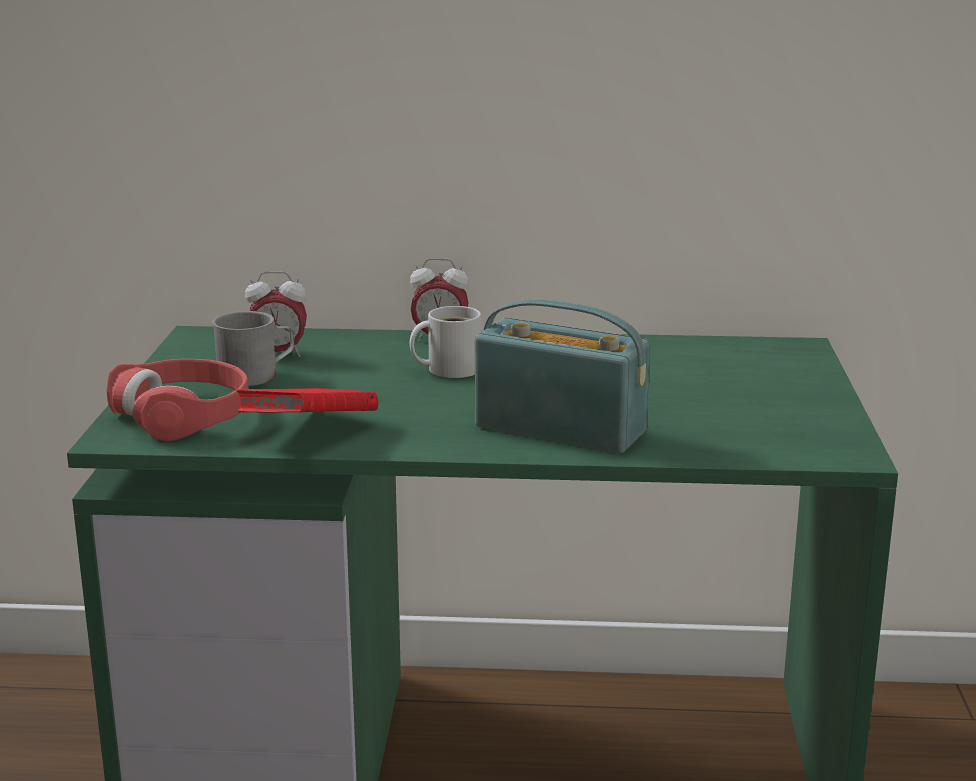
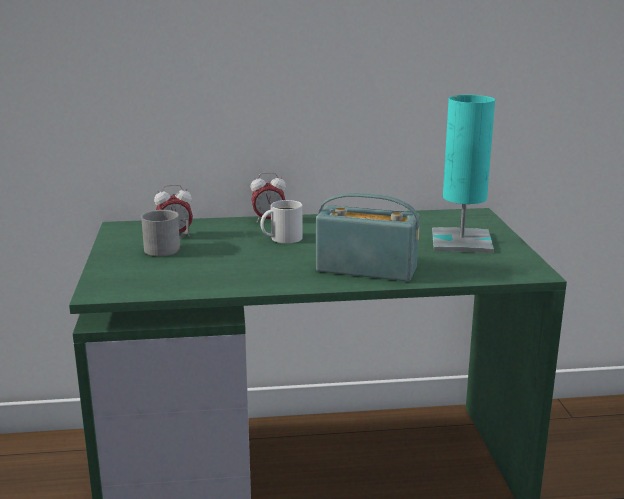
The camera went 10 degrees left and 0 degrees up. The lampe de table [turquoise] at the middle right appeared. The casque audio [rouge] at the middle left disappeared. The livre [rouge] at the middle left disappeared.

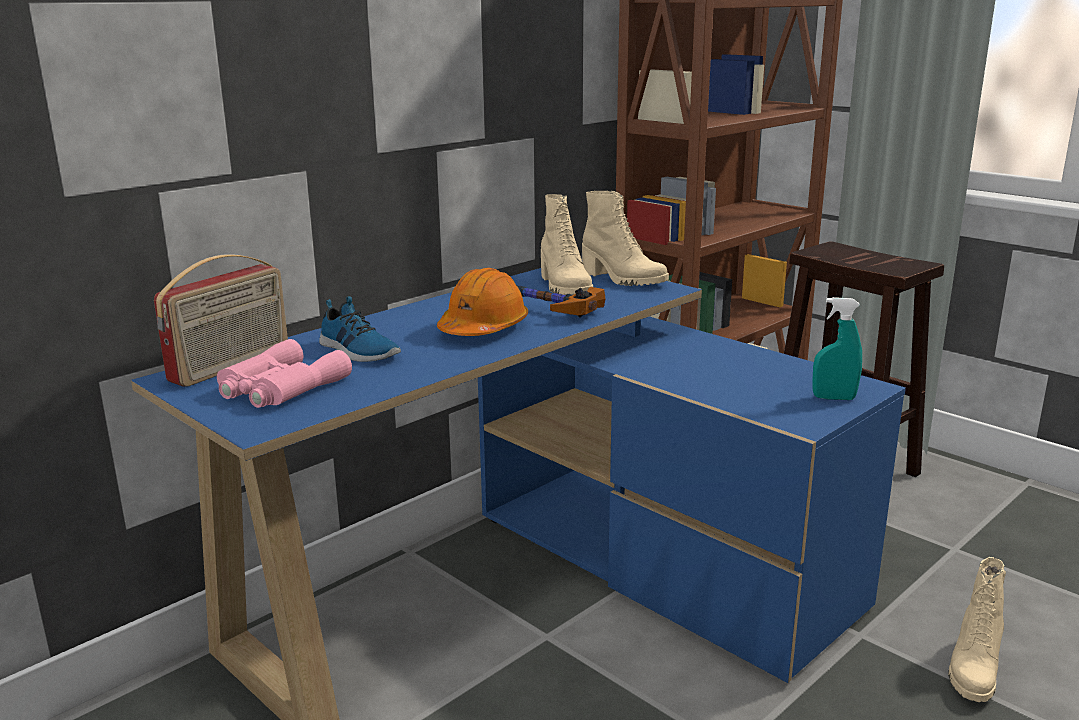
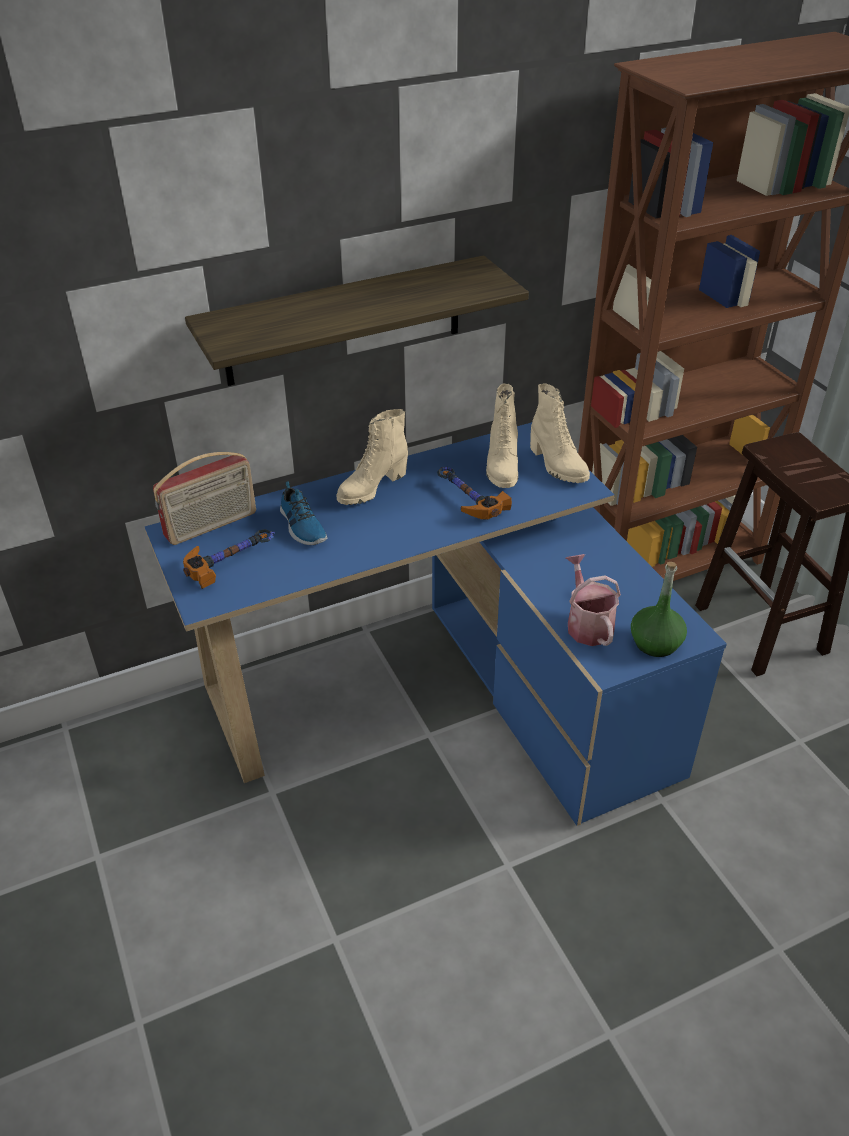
The camera went 20 degrees right and 20 degrees up. The jumelles [rose] at the middle left was replaced by the marteau (1st from left) at the middle left. The étagère at the top centre appeared. The botte [beige] (3rd from left in the first image) moved from the bottom right to the centre. The arrosoir at the middle right appeared. The vaporisateur [turquoise] at the middle right was replaced by the bouteille [vert] at the middle right. The casque de chantier [orange] at the centre disappeared.

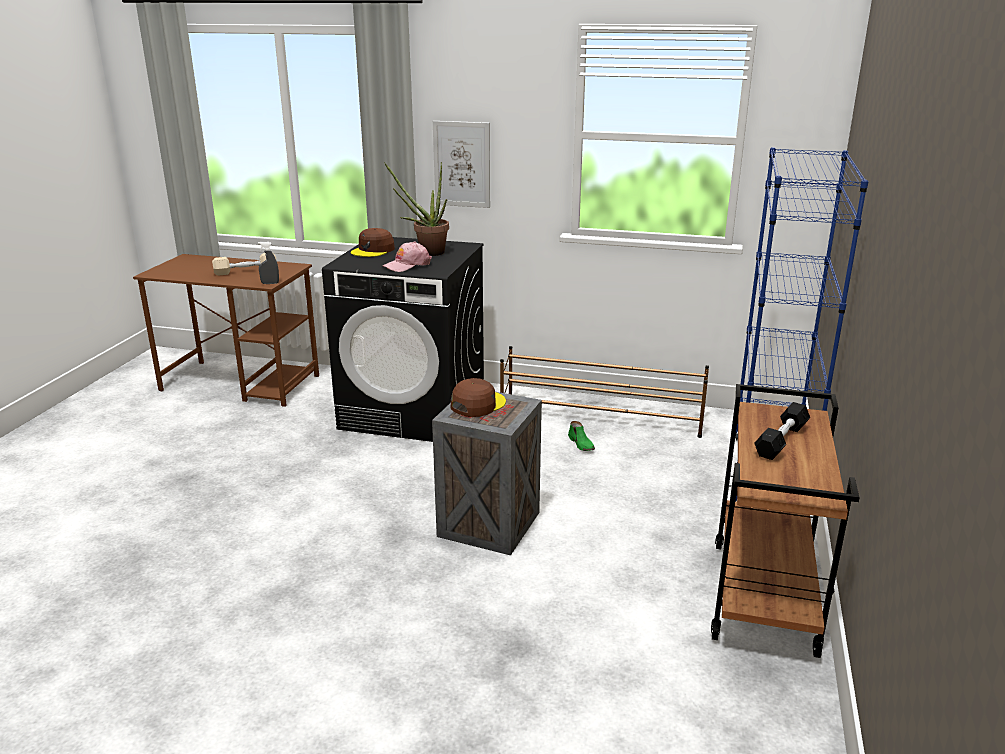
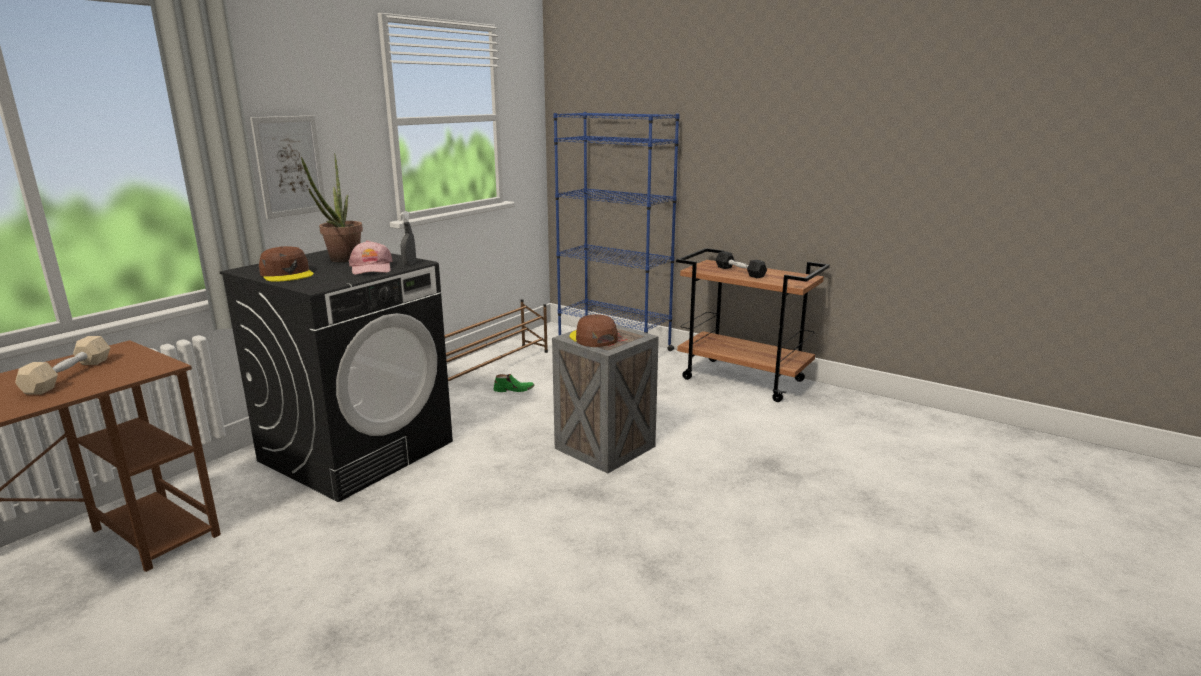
The camera went 70 degrees left and 5 degrees down. The vaporisateur [gris] moved from the middle left to the centre.

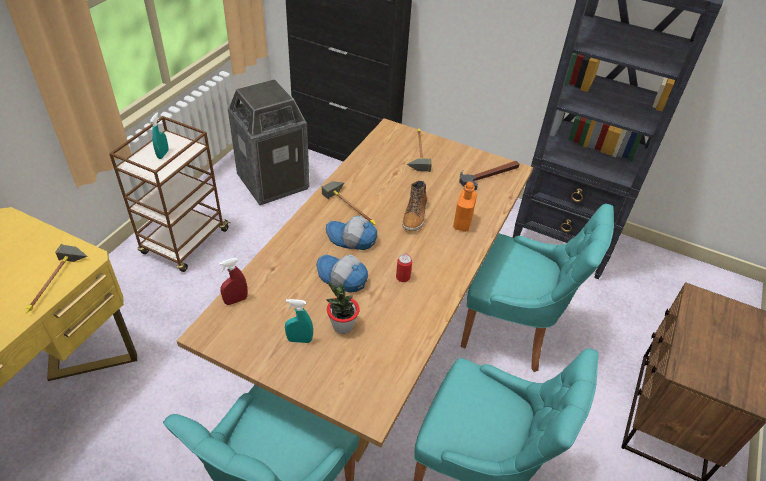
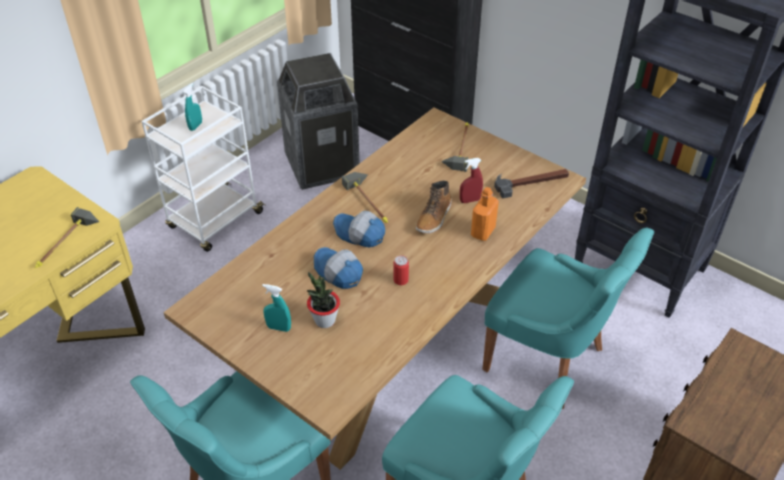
The camera went 15 degrees right and 0 degrees up. The chariot [marron] at the middle left became the chariot [blanc] at the middle left. The vaporisateur [rouge] moved from the middle left to the centre.

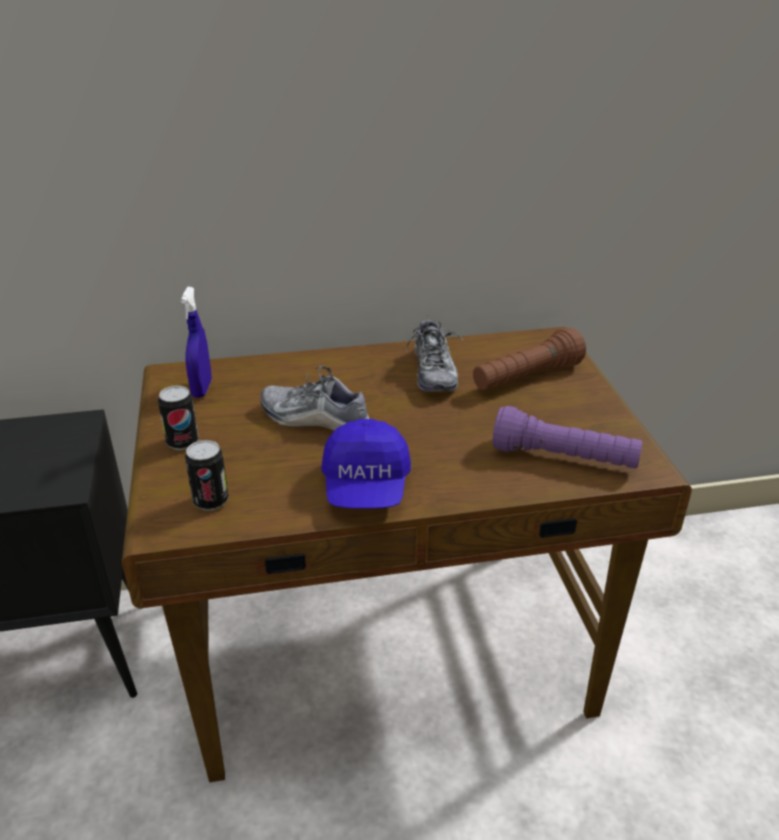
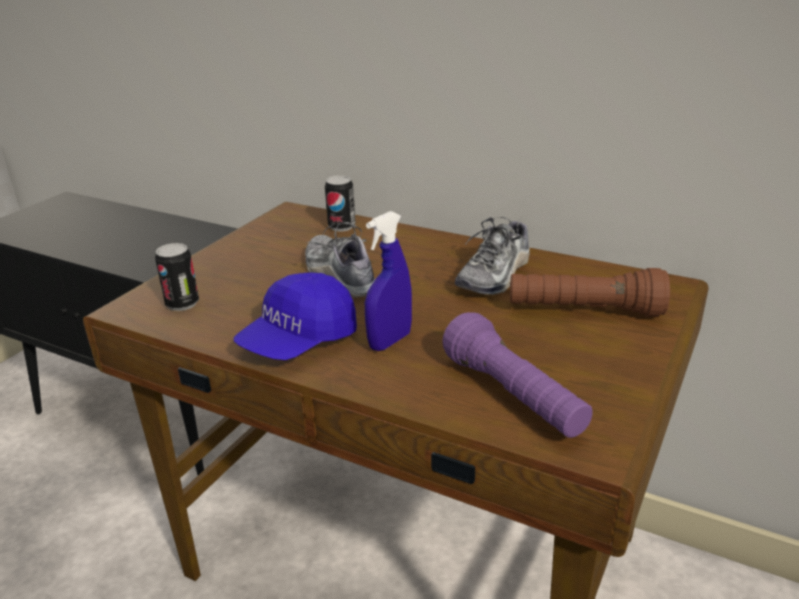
The camera went 40 degrees right and 5 degrees down. The boîte métallique (1st from left in the first image) moved from the middle left to the centre. The vaporisateur [bleu] moved from the middle left to the centre.

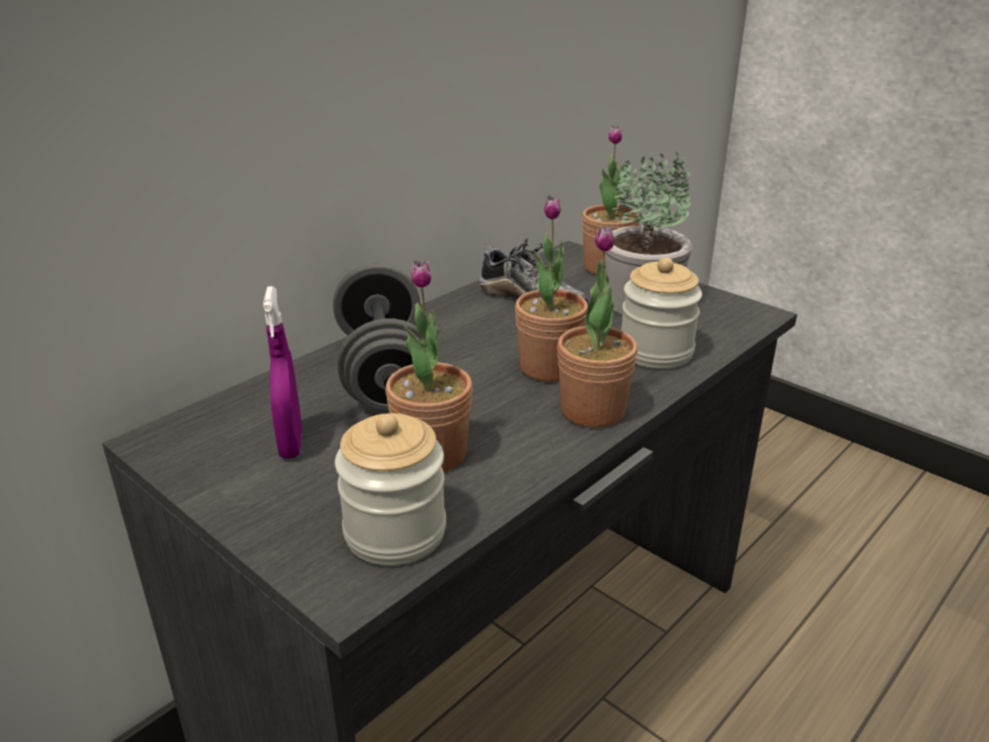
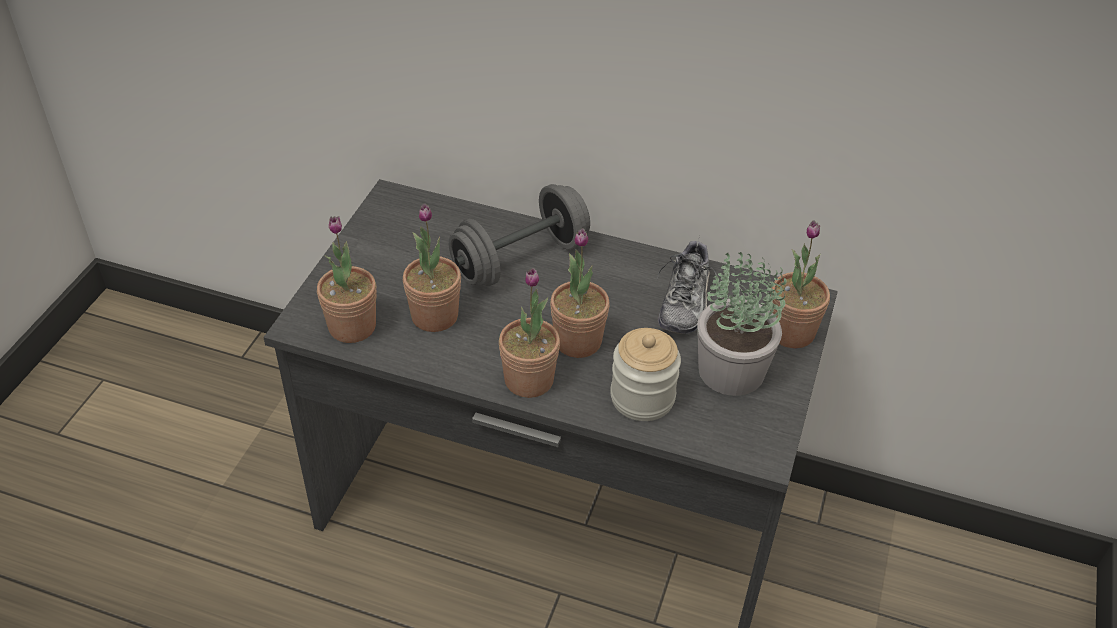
The camera went 65 degrees right and 15 degrees up. The bocal (1st from left) at the centre was replaced by the plante en pot (1st from left) at the middle left. The vaporisateur [violet] at the middle left disappeared.

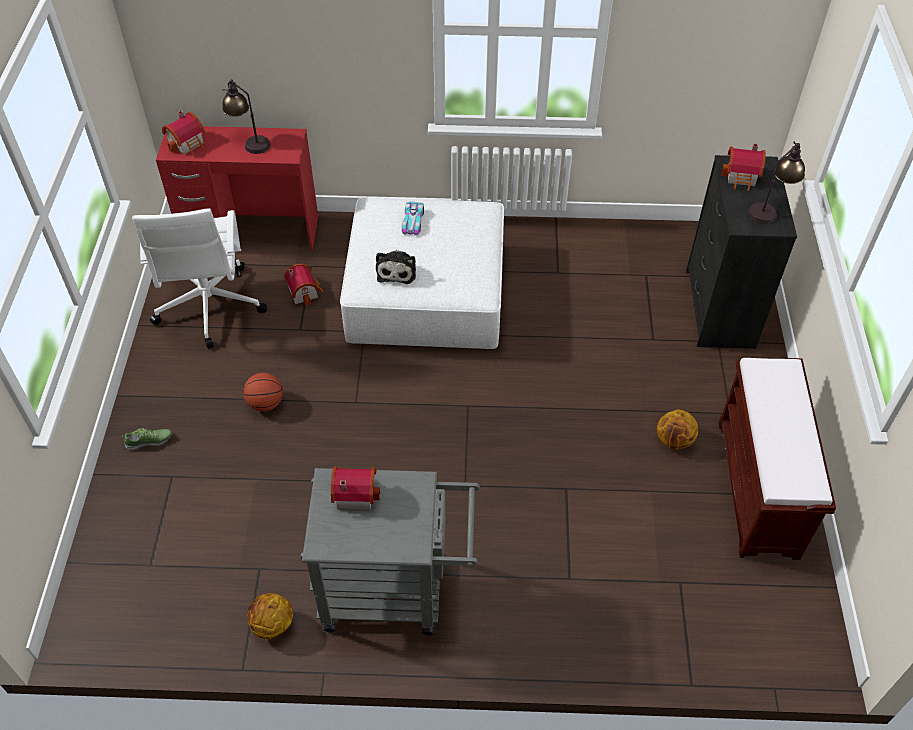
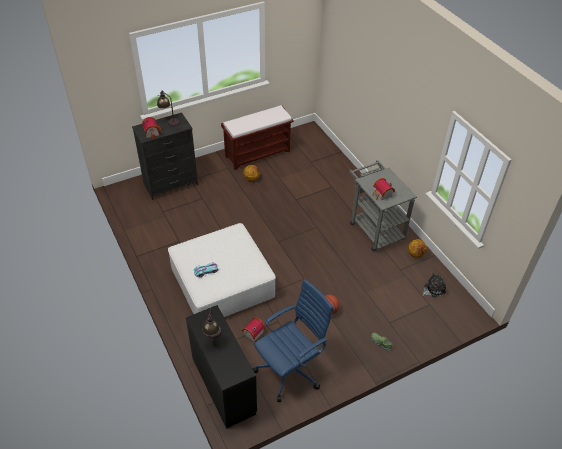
The camera went 120 degrees left and 5 degrees down. The bureau [rouge] at the top left became the bureau [noir] at the bottom centre. The chaise de bureau [blanc] at the middle left became the chaise de bureau [bleu] at the bottom centre. The peluche moved from the centre to the middle right. The maison miniature (1st from left) at the top left disappeared.

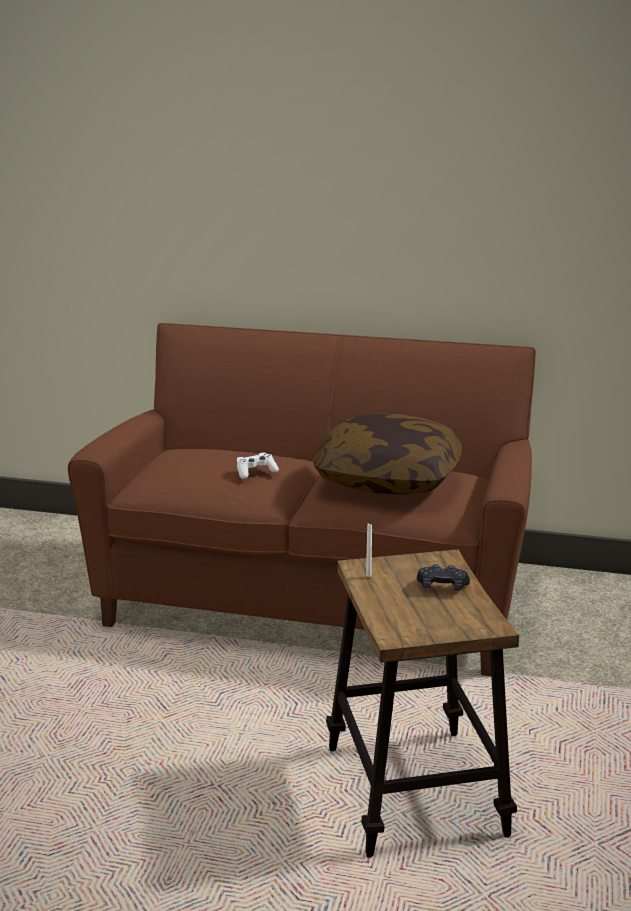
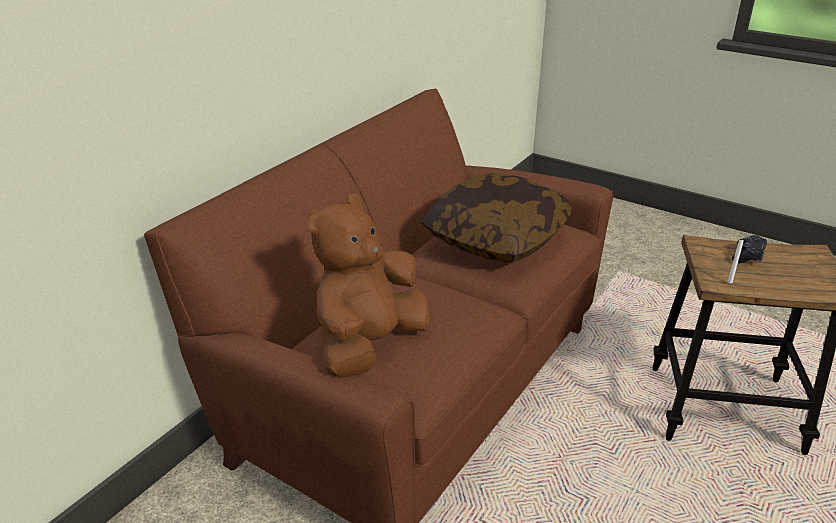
The camera went 70 degrees left and 10 degrees up. The peluche [marron] at the centre appeared. The manette [blanc] at the centre disappeared.

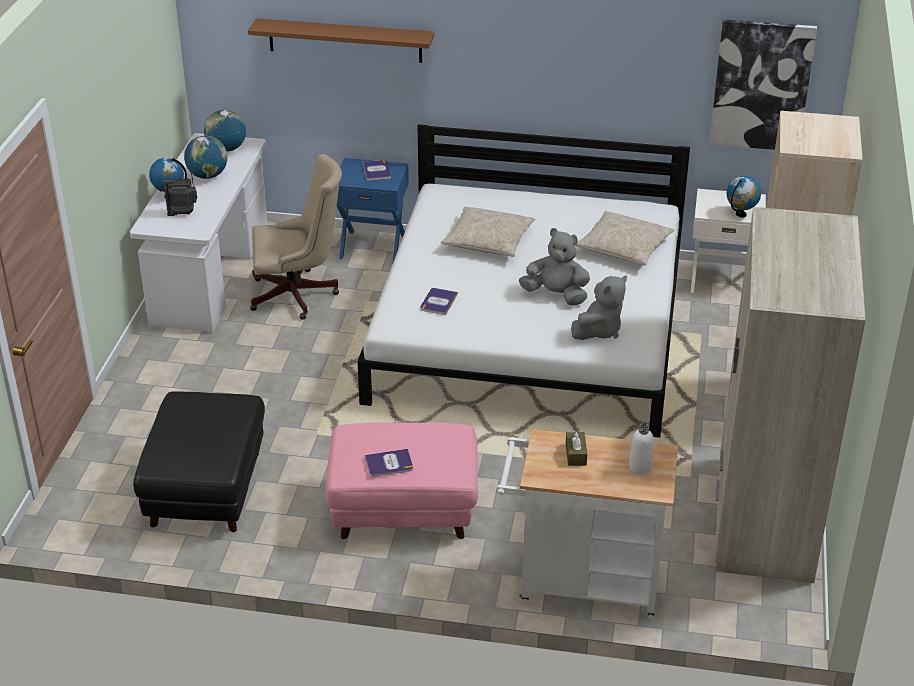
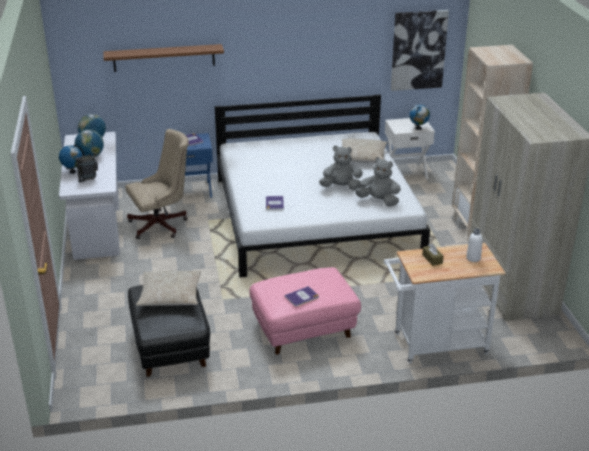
The camera went 20 degrees left and 5 degrees down. The coussin [beige] (1st from left) moved from the centre to the middle left. The peluche [gris] (2nd from left) at the centre turned 90 degrees counterclockwise.

